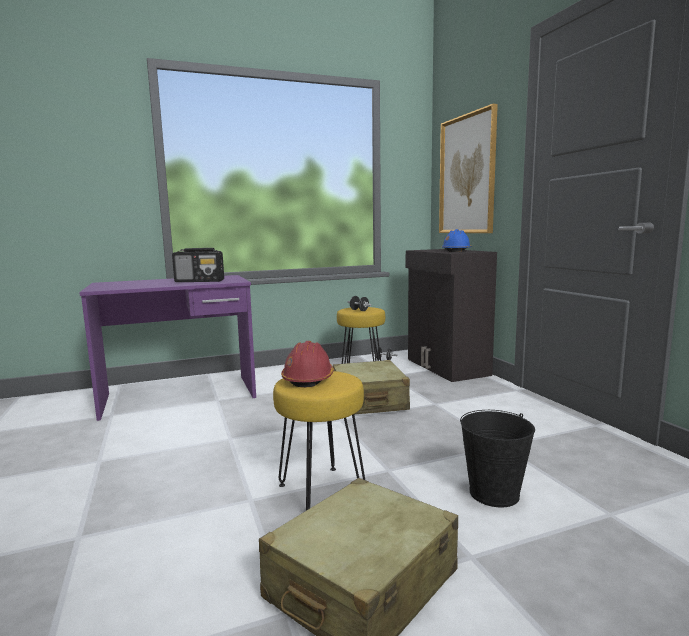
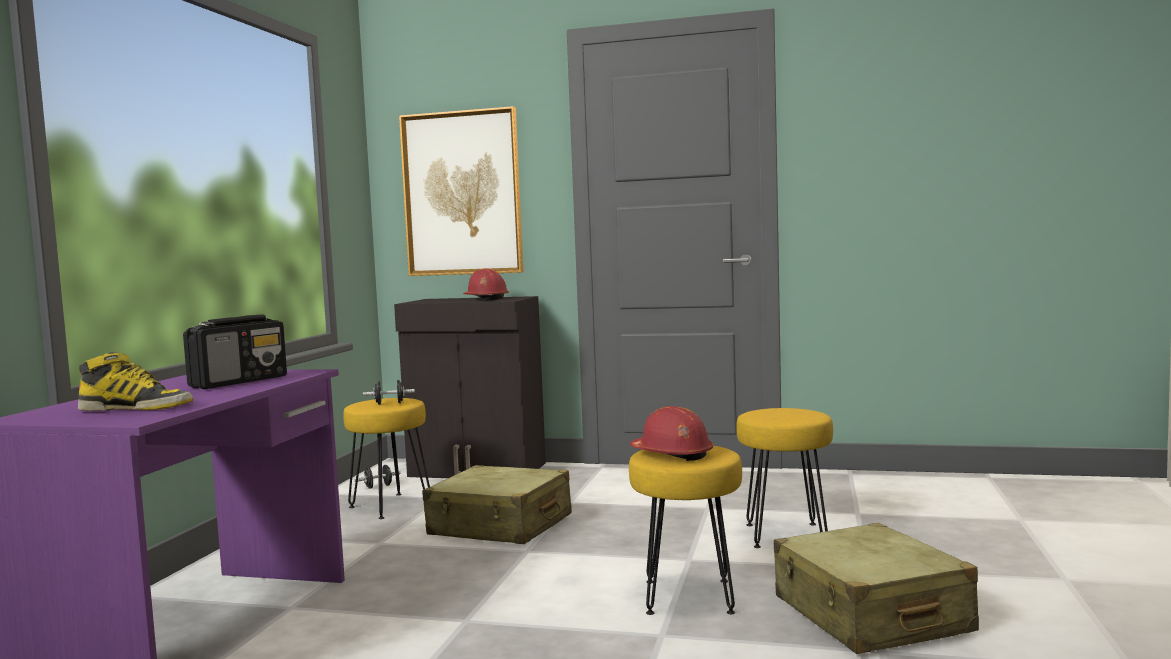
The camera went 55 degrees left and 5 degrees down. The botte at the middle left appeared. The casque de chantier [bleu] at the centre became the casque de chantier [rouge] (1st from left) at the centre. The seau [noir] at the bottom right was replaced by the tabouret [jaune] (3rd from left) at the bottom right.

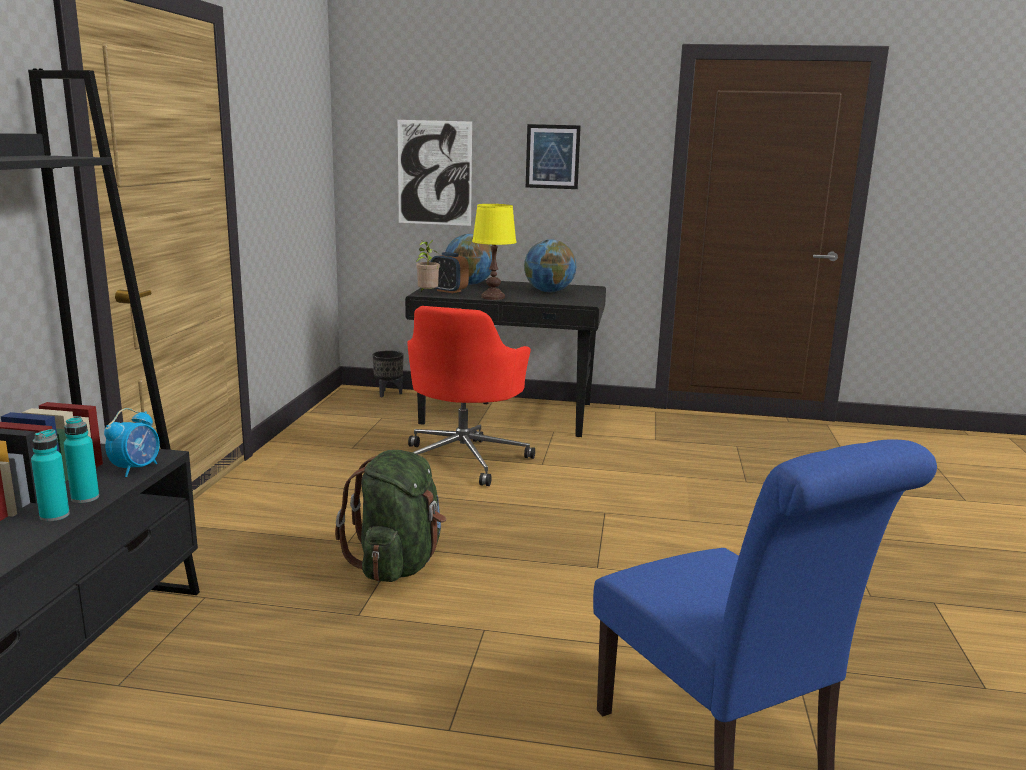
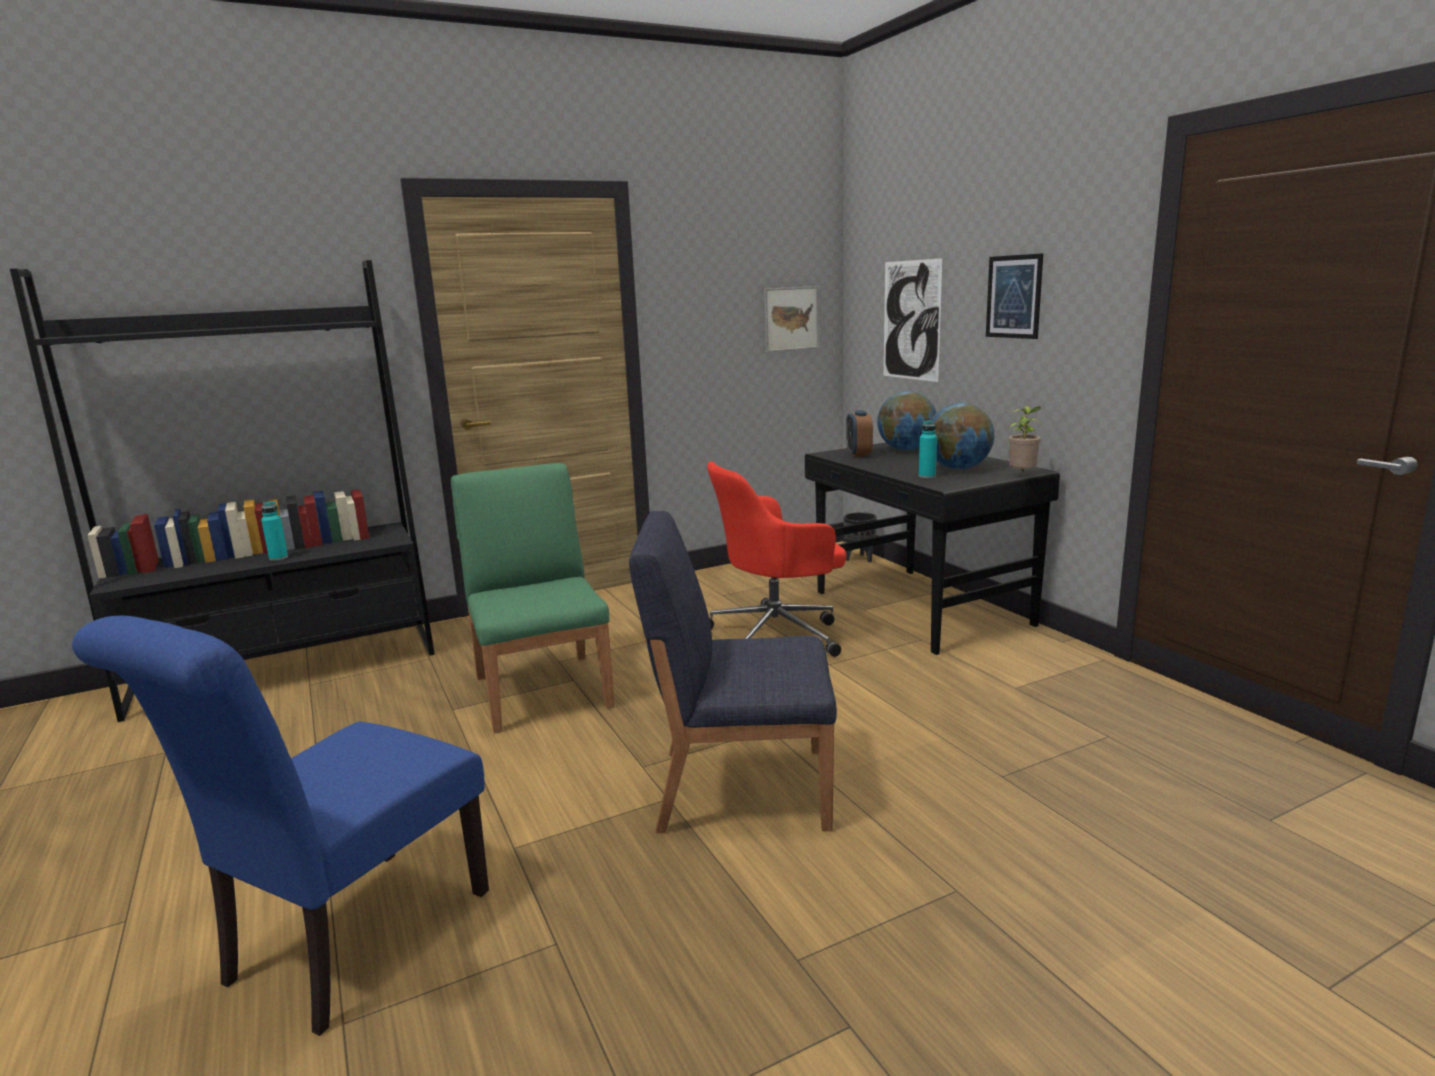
The camera went 55 degrees right and 0 degrees up. The sac à dos [vert] at the bottom centre was replaced by the chaise [vert] at the centre. The chaise [bleu] (2nd from left) at the centre appeared. The tableau (1st from left) at the top centre appeared. The bouteille [turquoise] (2nd from left) moved from the middle left to the centre. The plante en pot moved from the centre to the middle right. The réveil (1st from left) at the middle left disappeared. The lampe de table [jaune] at the top centre disappeared.

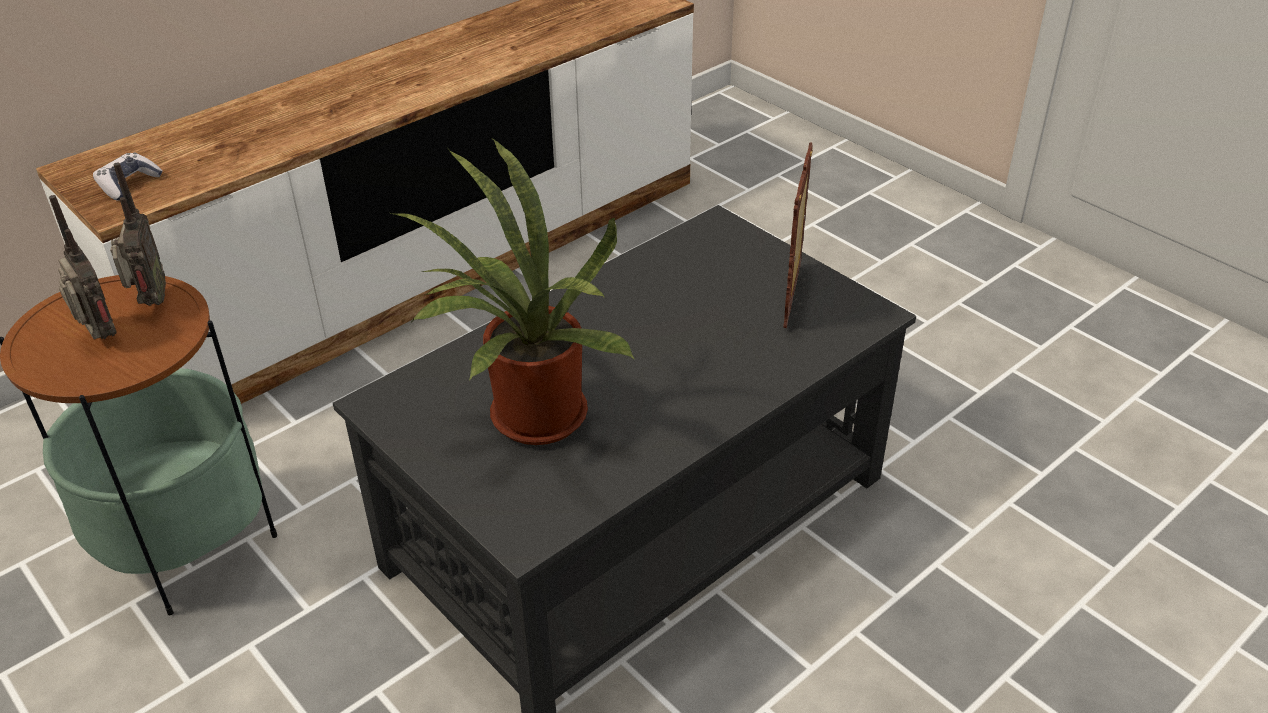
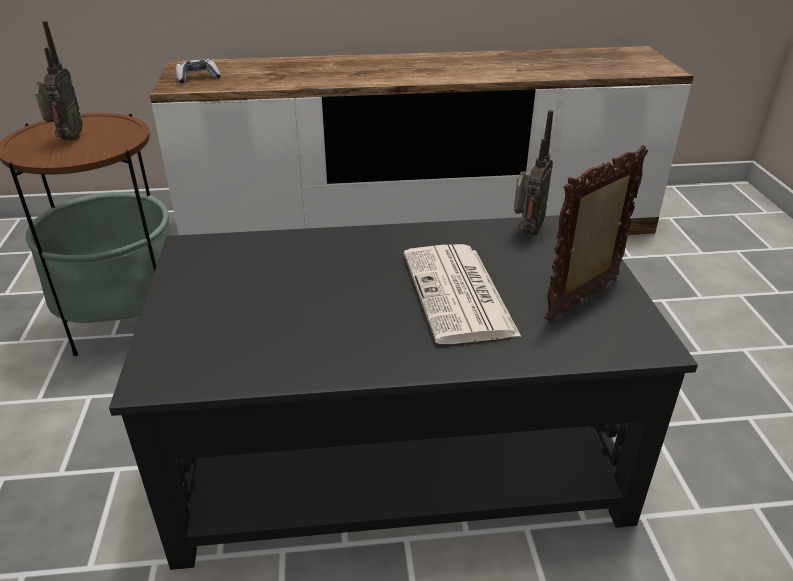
The camera went 35 degrees right and 5 degrees down. The journal at the centre appeared. The radio (2nd from left) moved from the top left to the top right. The plante en pot at the centre disappeared.

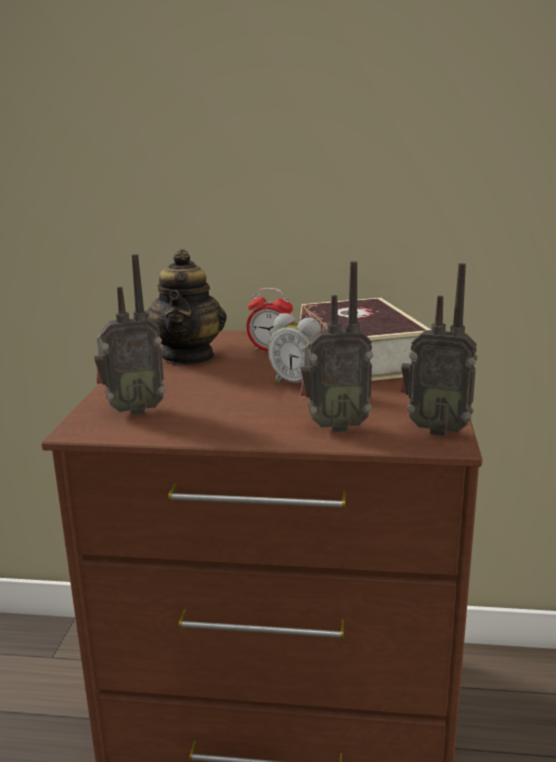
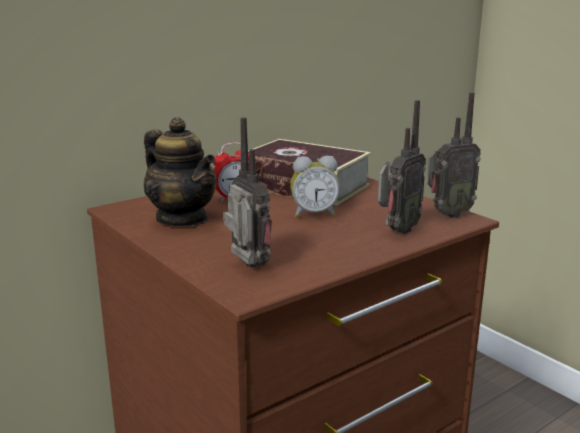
The camera went 45 degrees left and 0 degrees up. The radio (1st from left) at the middle left turned 60 degrees counterclockwise.

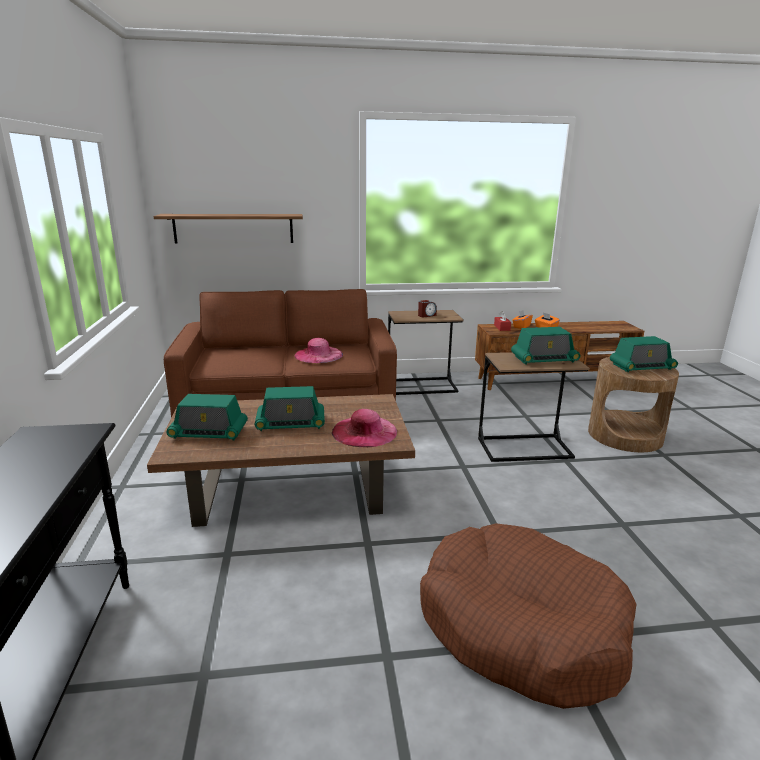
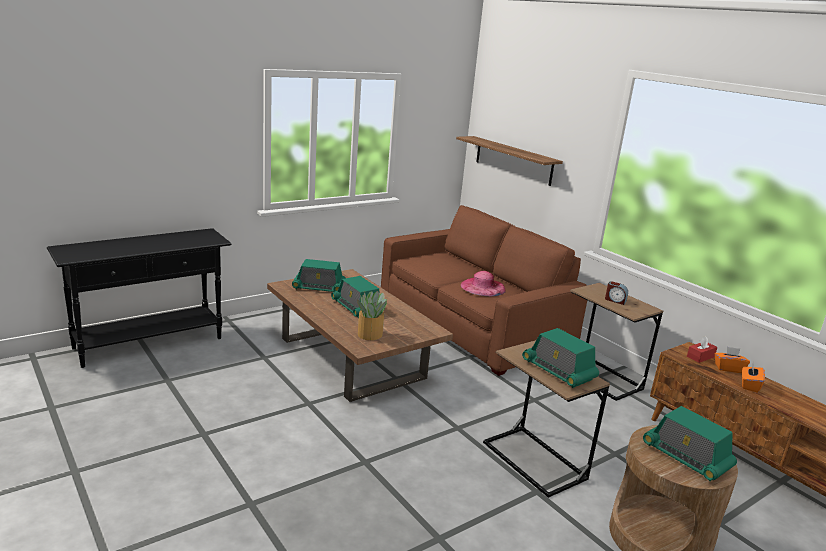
The camera went 60 degrees right and 0 degrees up. The radio (1st from left) at the middle left turned 60 degrees counterclockwise. The chapeau [rose] (2nd from left) at the centre was replaced by the plante en pot at the centre. The panier pour chien [marron] at the bottom right disappeared.

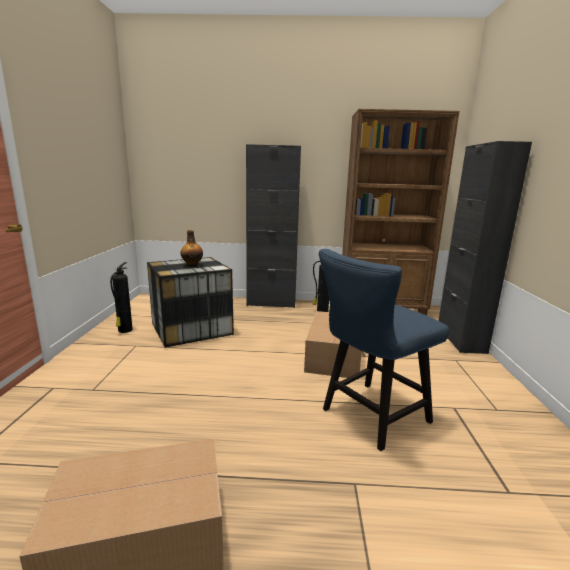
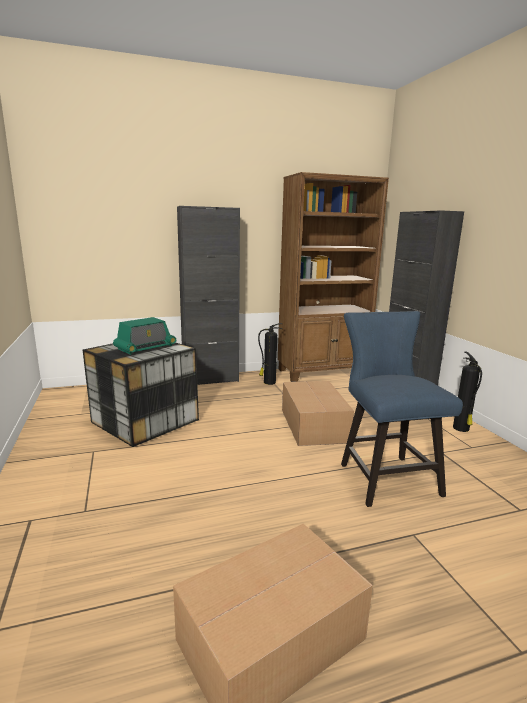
The camera went 20 degrees left and 0 degrees up. The bouteille at the centre was replaced by the radio at the middle left. The chaise [bleu] at the middle right turned 135 degrees clockwise. The extincteur (1st from left in the first image) moved from the middle left to the middle right.

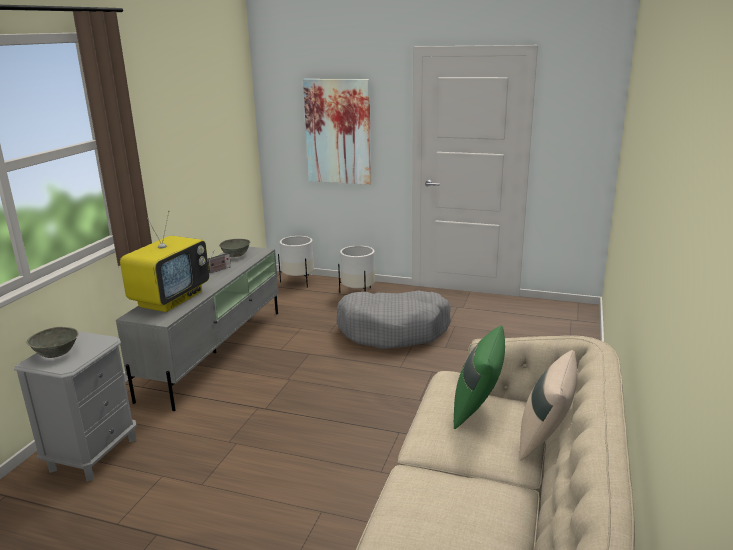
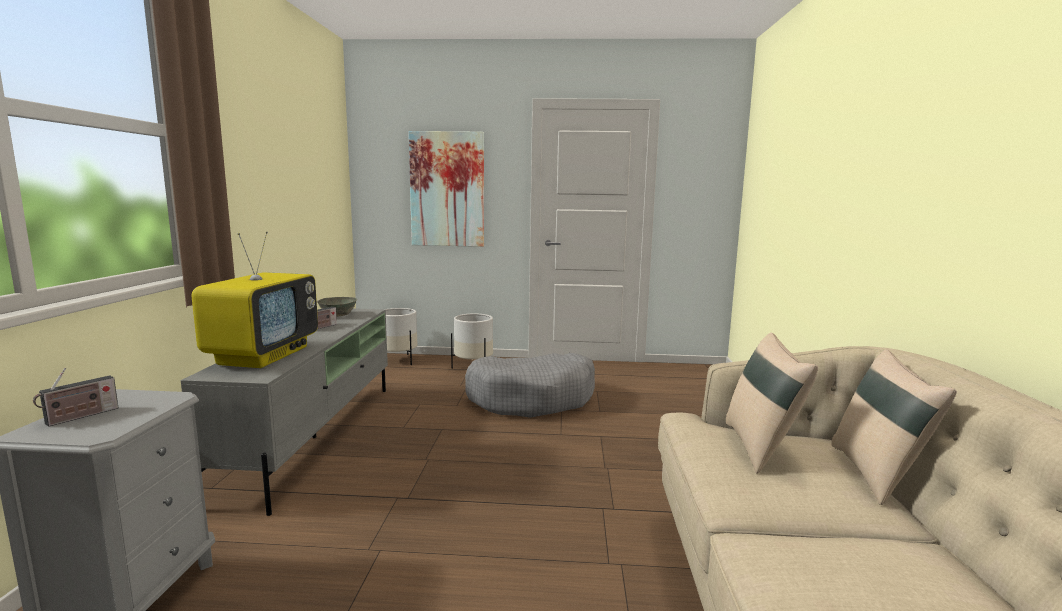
The camera went 15 degrees left and 10 degrees down. The bol [gris] (1st from left) at the middle left was replaced by the radio (1st from left) at the middle left. The coussin [vert] at the bottom centre became the coussin [beige] (1st from left) at the middle right.

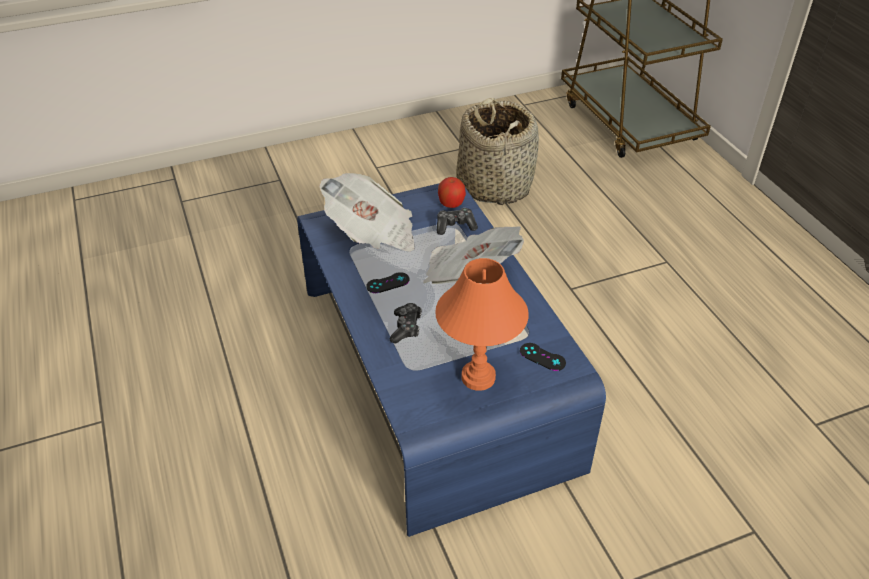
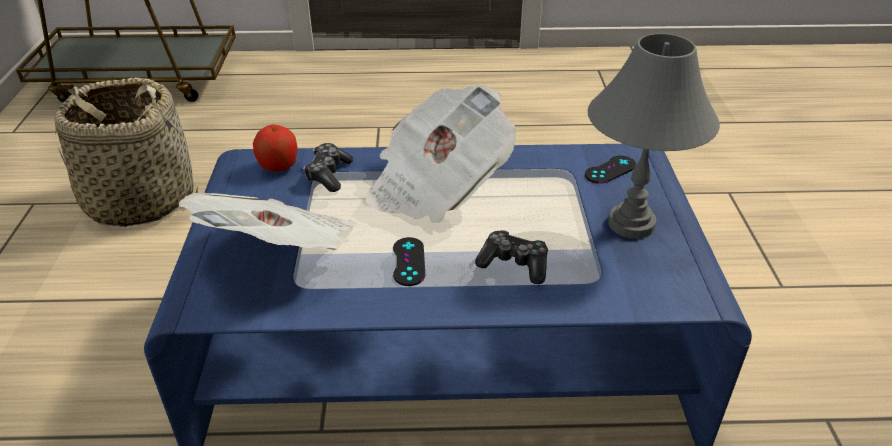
The camera went 70 degrees left and 5 degrees down. The lampe de table [orange] at the centre became the lampe de table [gris] at the top right.

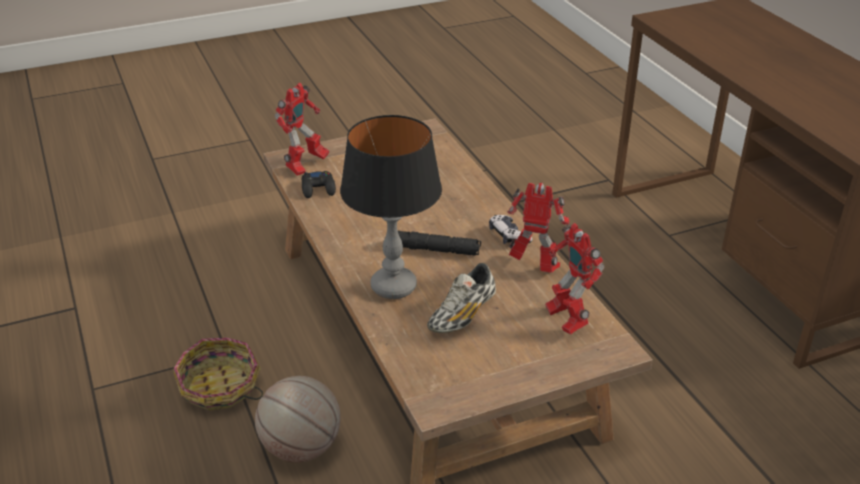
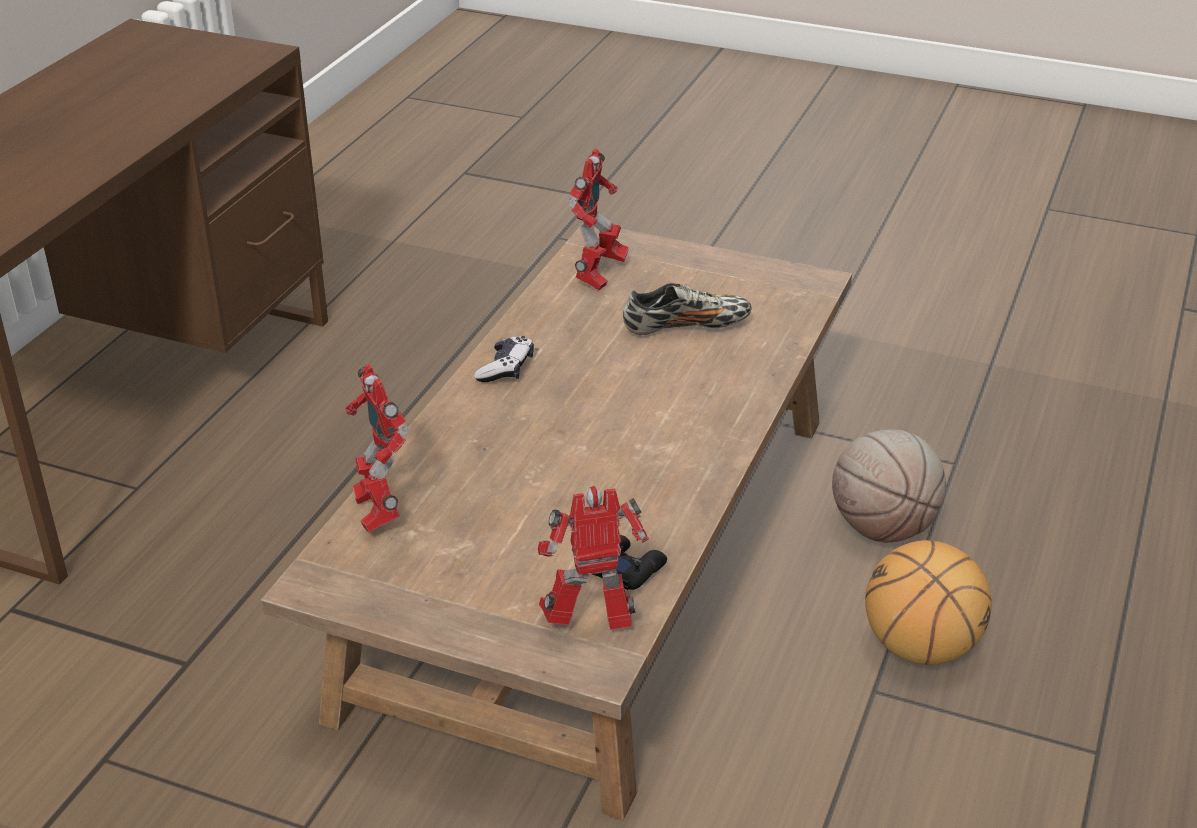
The camera went 135 degrees left and 0 degrees up. The robot jouet (2nd from left in the first image) moved from the centre to the middle left. The panier at the bottom left was replaced by the ballon de basket (2nd from left) at the bottom right. The lampe de table at the centre disappeared. The lampe de poche [noir] at the centre disappeared.

